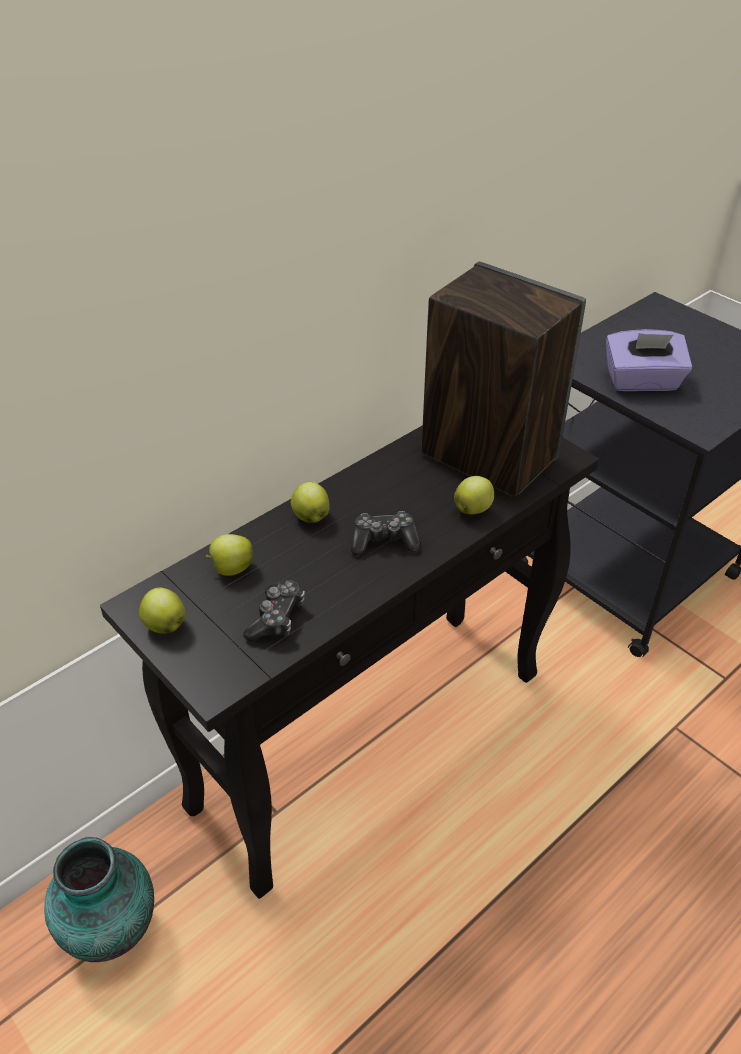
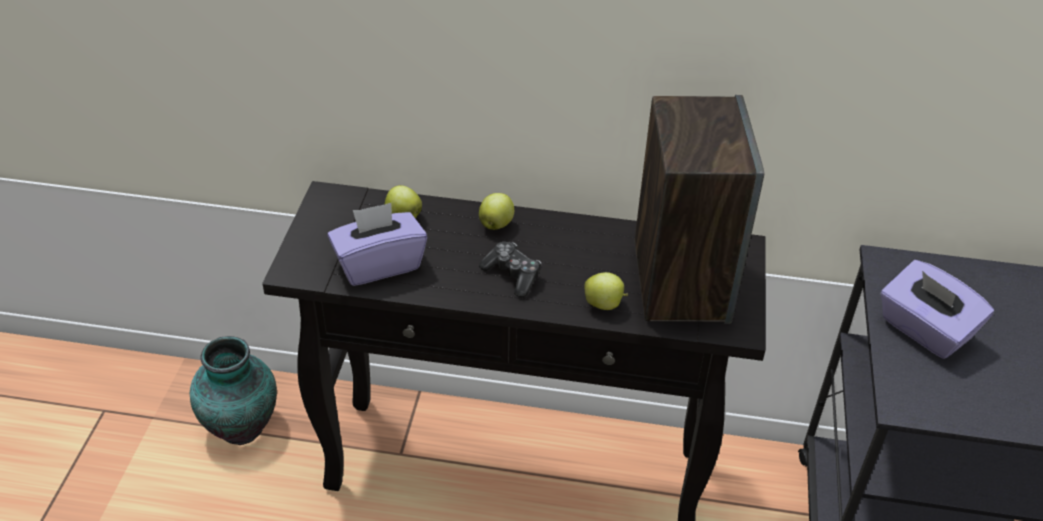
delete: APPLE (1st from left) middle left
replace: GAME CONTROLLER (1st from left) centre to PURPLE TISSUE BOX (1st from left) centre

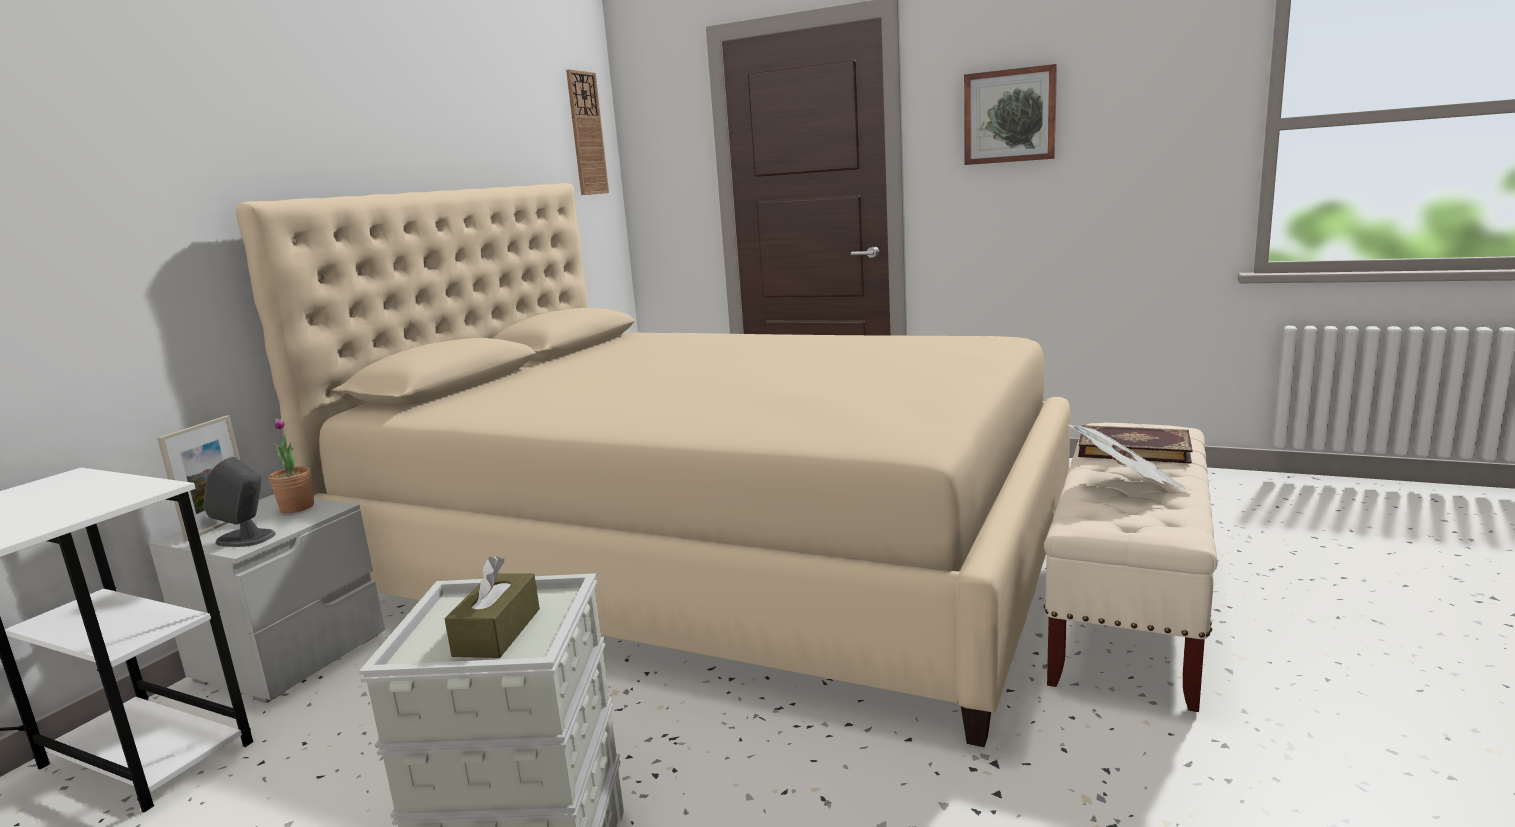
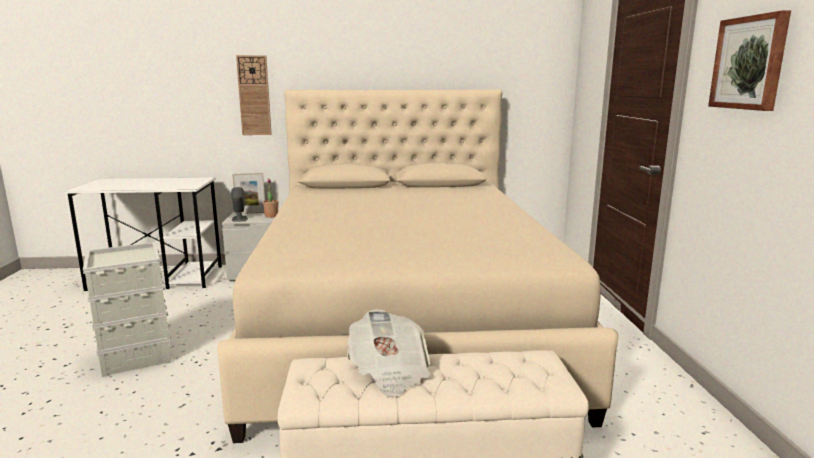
delete: BROWN TISSUE BOX bottom left; BOOK middle right
move: WALL CLOCK top centre to top left

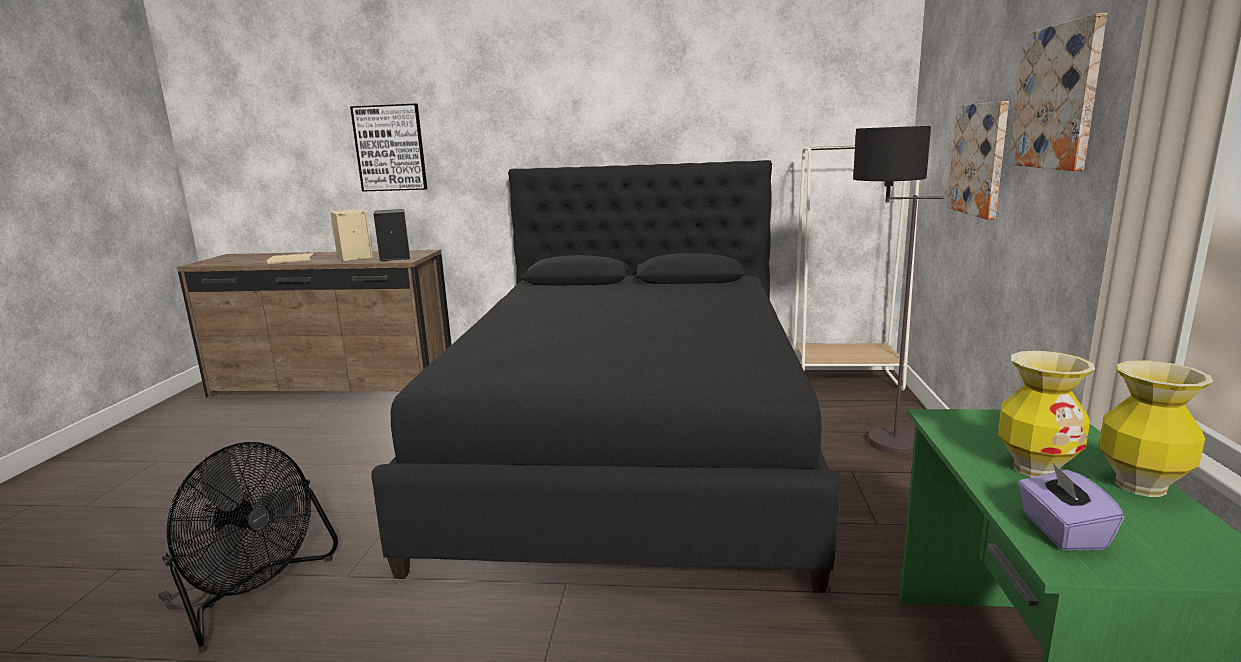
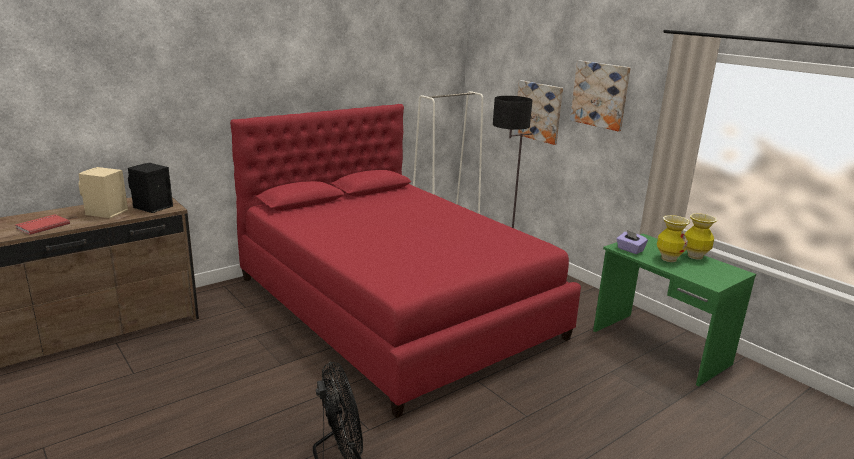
delete: PICTURE (1st from left) top left
move: PURPLE TISSUE BOX bottom right to middle right
recolor: BEIGE BOOK middle left to RED BOOK middle left; BLACK BED centre to RED BED centre

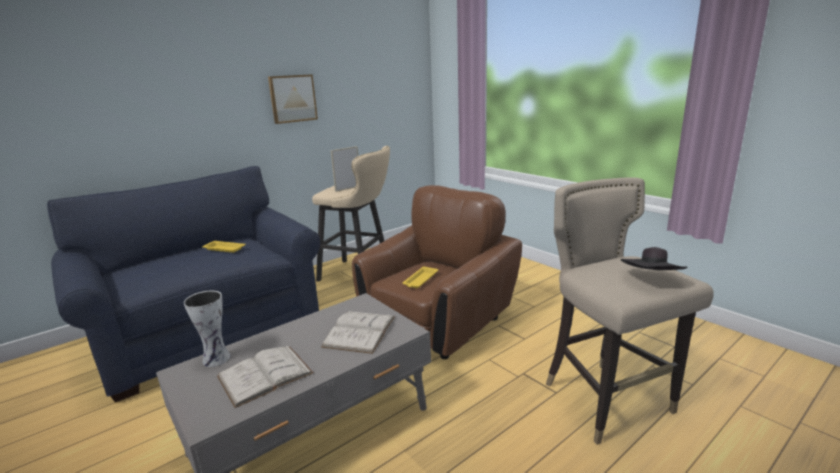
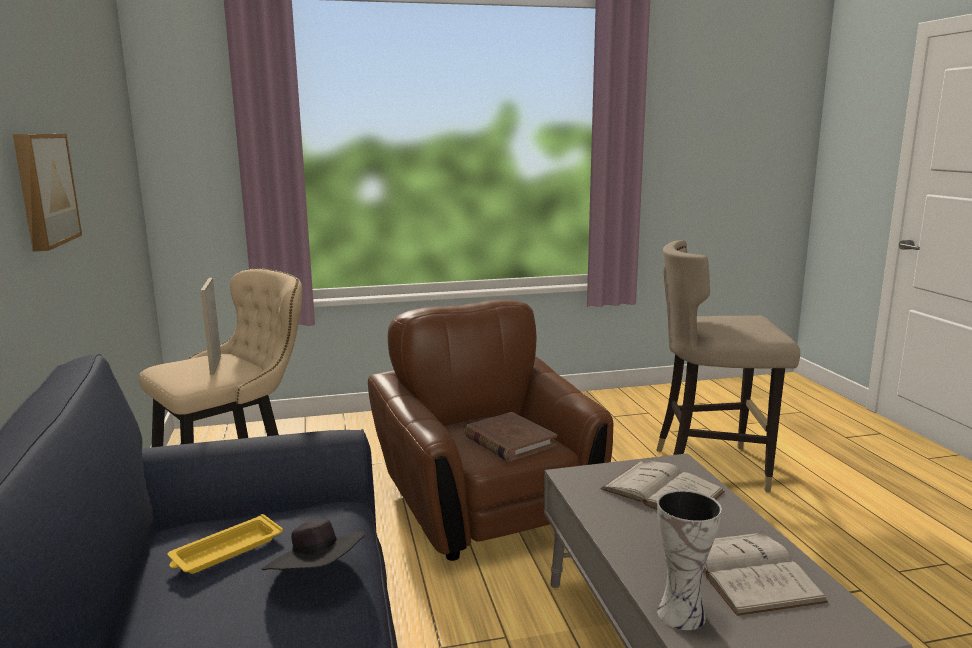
move: BLACK HAT middle right to bottom left
replace: YELLOW TRAY (2nd from left) centre to BROWN BOOK bottom centre

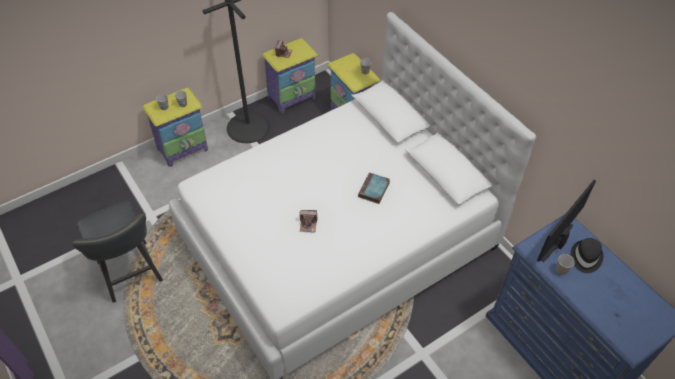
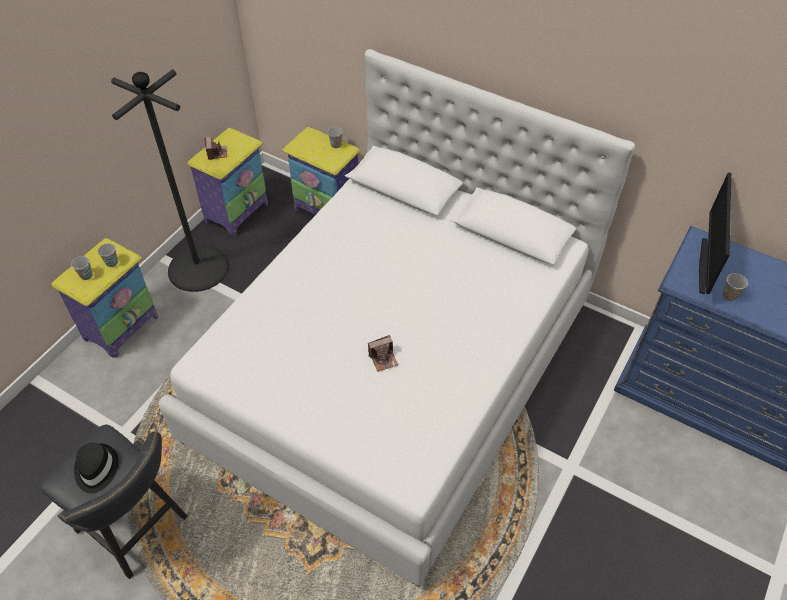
delete: BOOK centre
move: BLACK HAT bottom right to bottom left

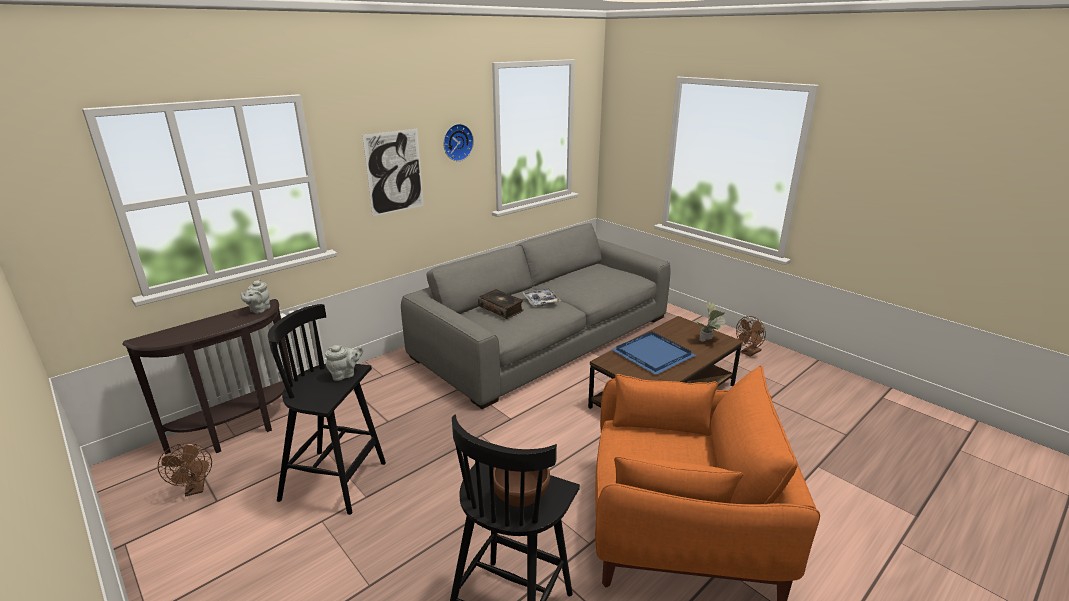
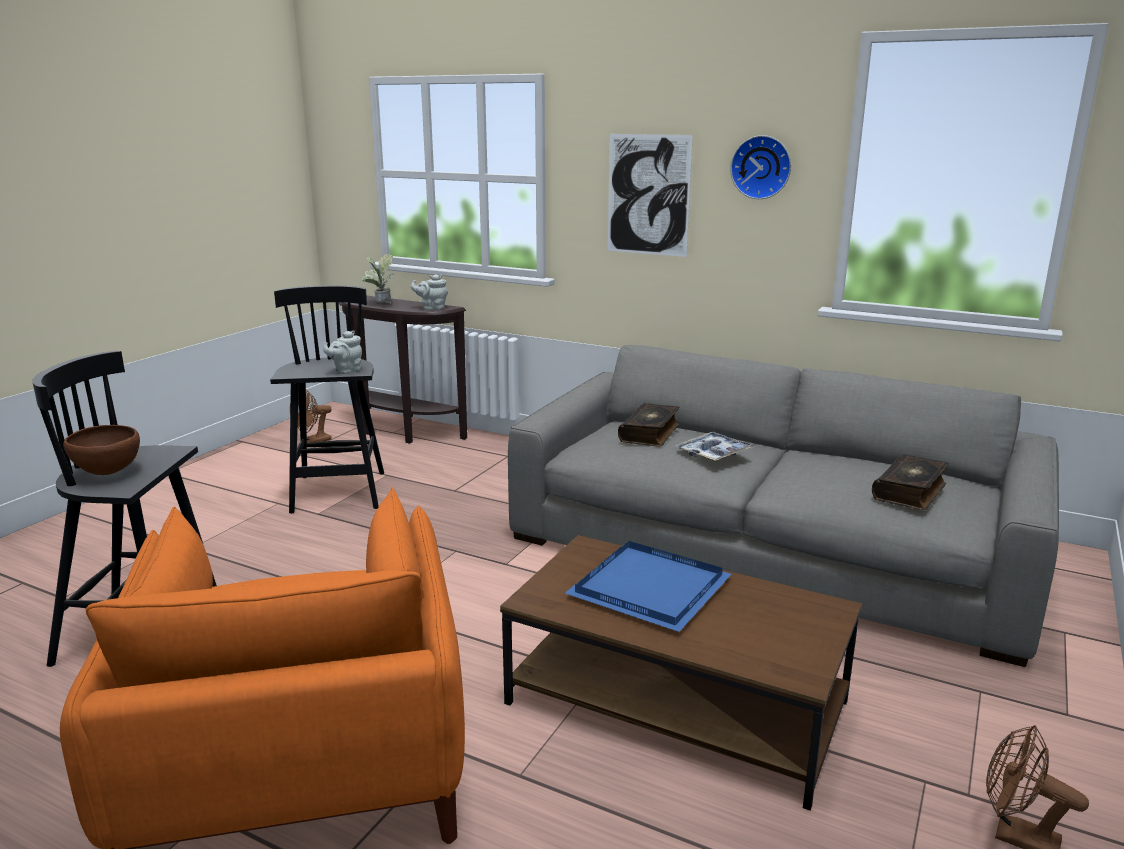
insert: BOOK (2nd from left) middle right
move: POTTED PLANT centre to top centre
rotate: GREY TEAPOT (2nd from left in the first image) middle left = middle left 90 degrees clockwise

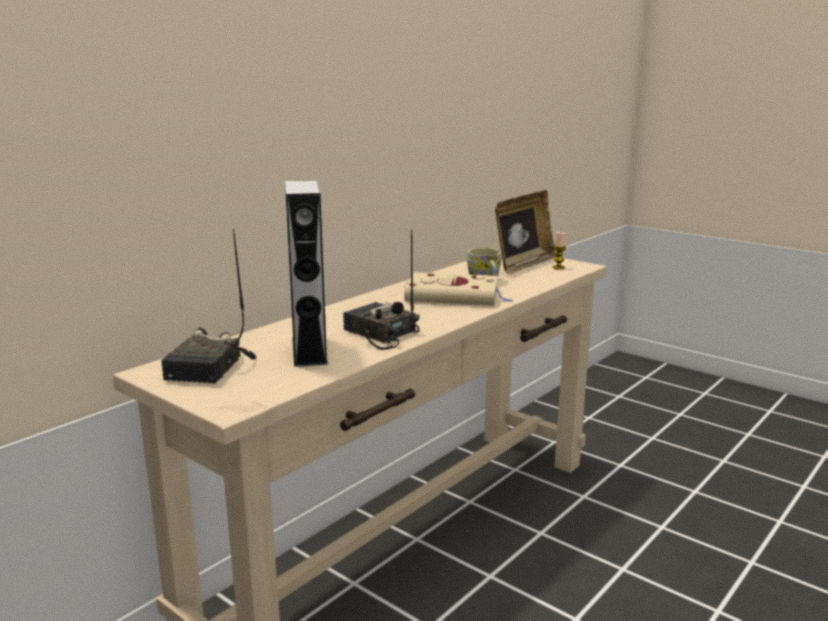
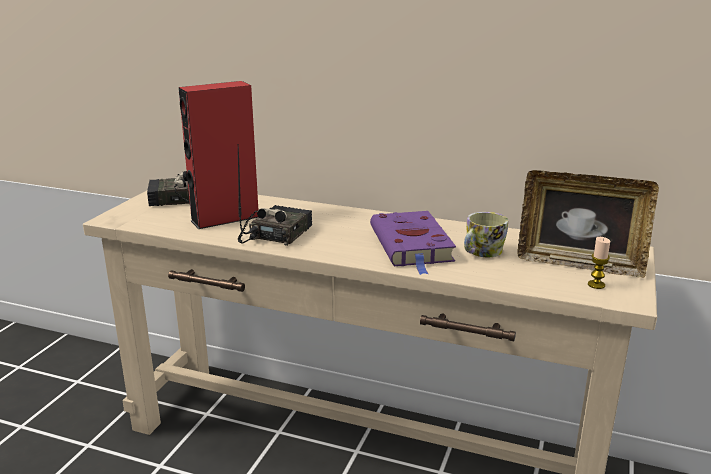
recolor: GREY SPEAKER centre to RED SPEAKER top left; BEIGE BOOK centre to PURPLE BOOK centre

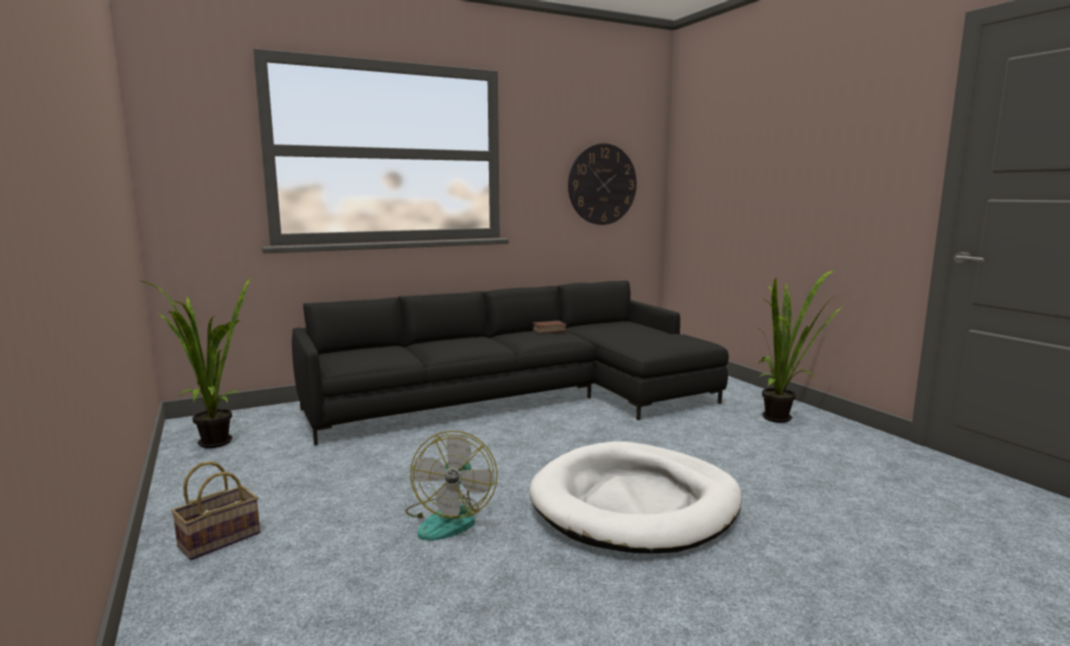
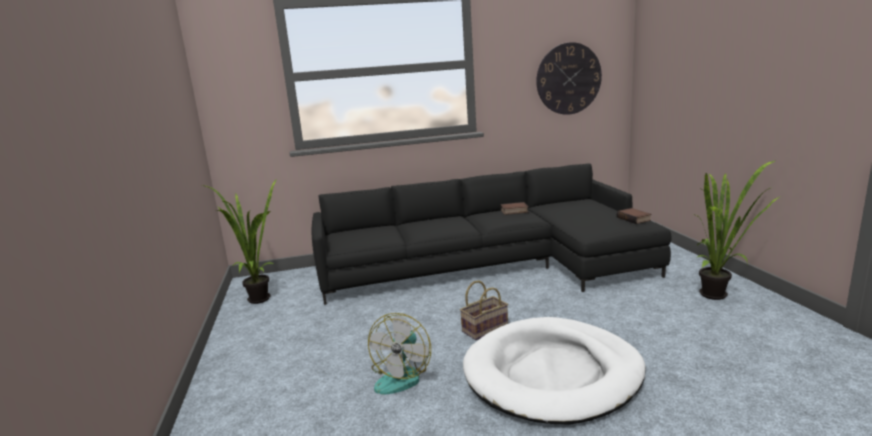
insert: BOOK (2nd from left) middle right
move: BASKET bottom left to bottom centre

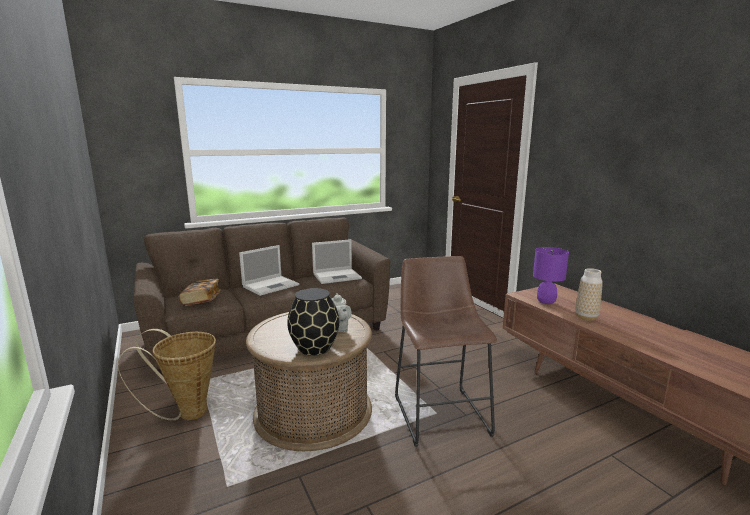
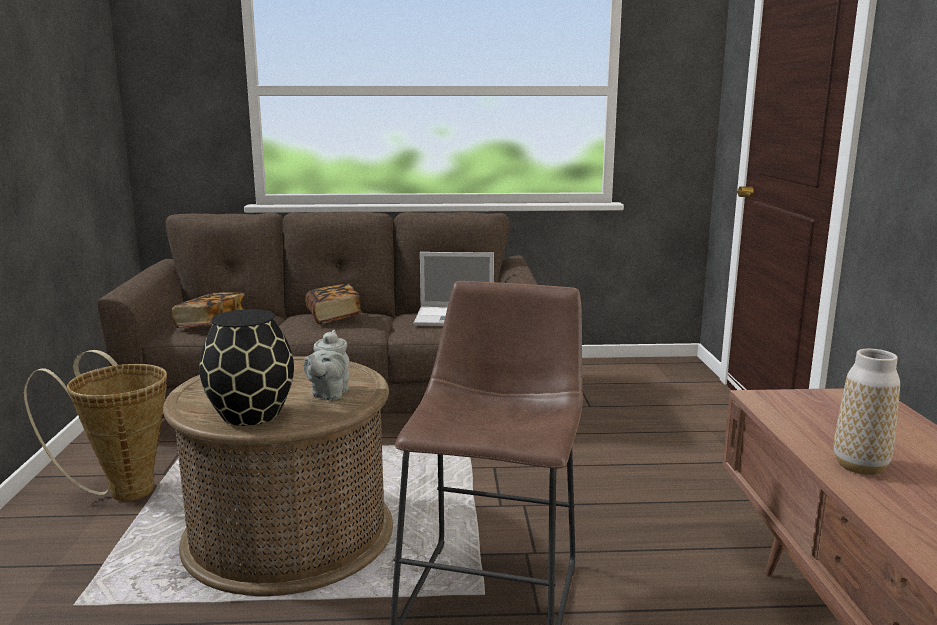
delete: PURPLE TABLE LAMP middle right
replace: LAPTOP (1st from left) centre to BOOK (2nd from left) centre

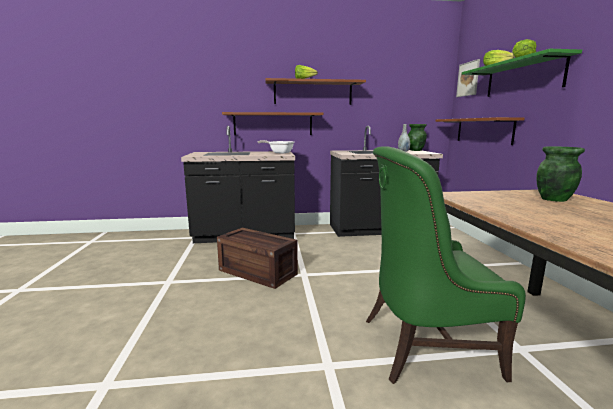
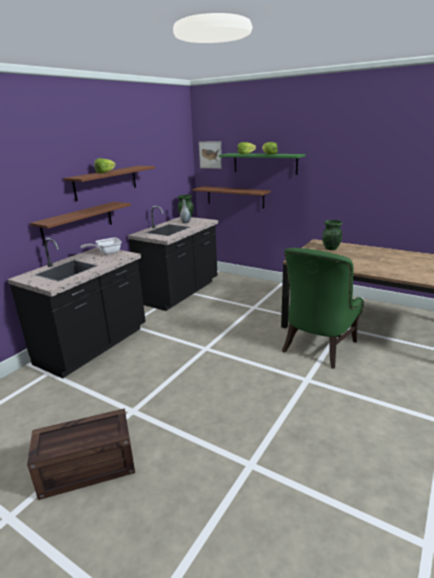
move: CRATE centre to bottom left

